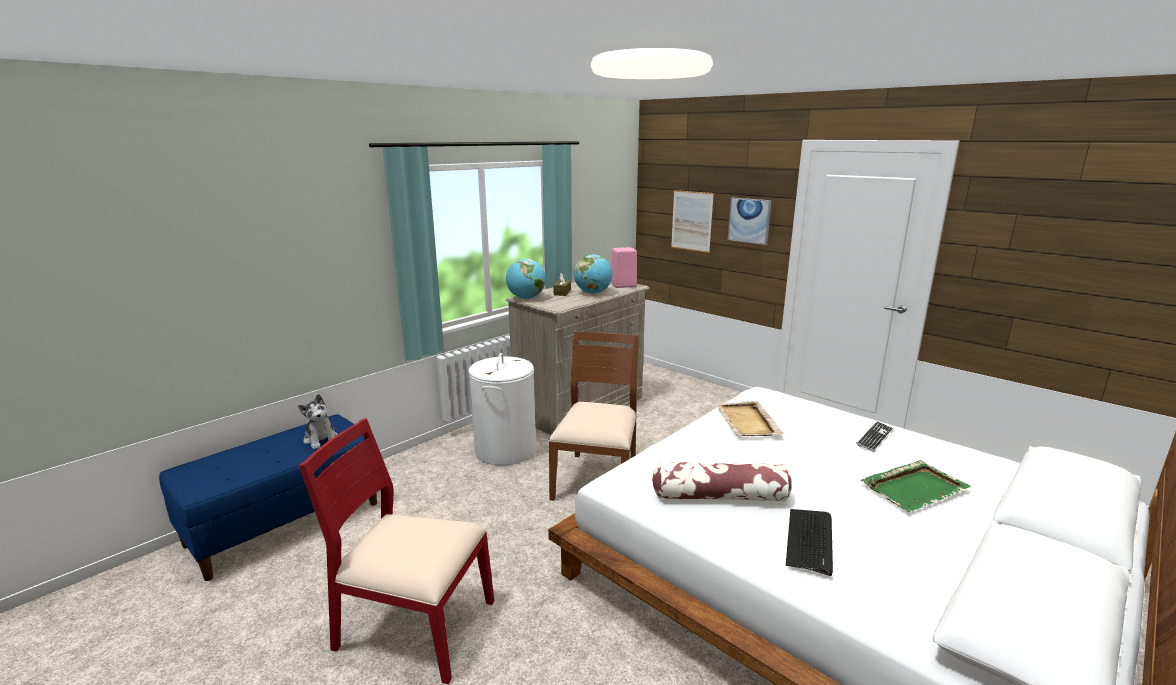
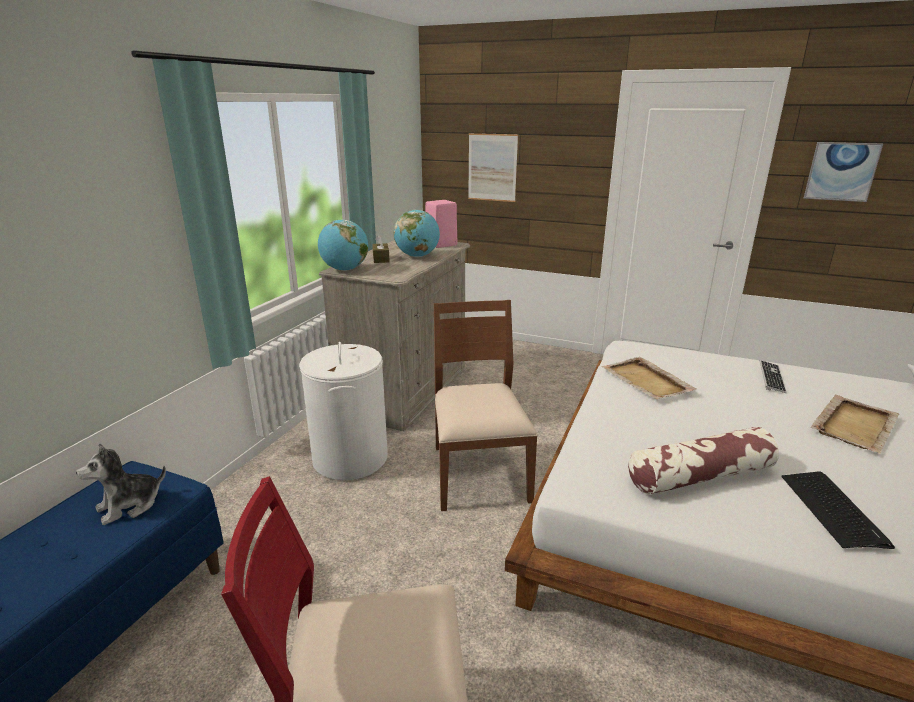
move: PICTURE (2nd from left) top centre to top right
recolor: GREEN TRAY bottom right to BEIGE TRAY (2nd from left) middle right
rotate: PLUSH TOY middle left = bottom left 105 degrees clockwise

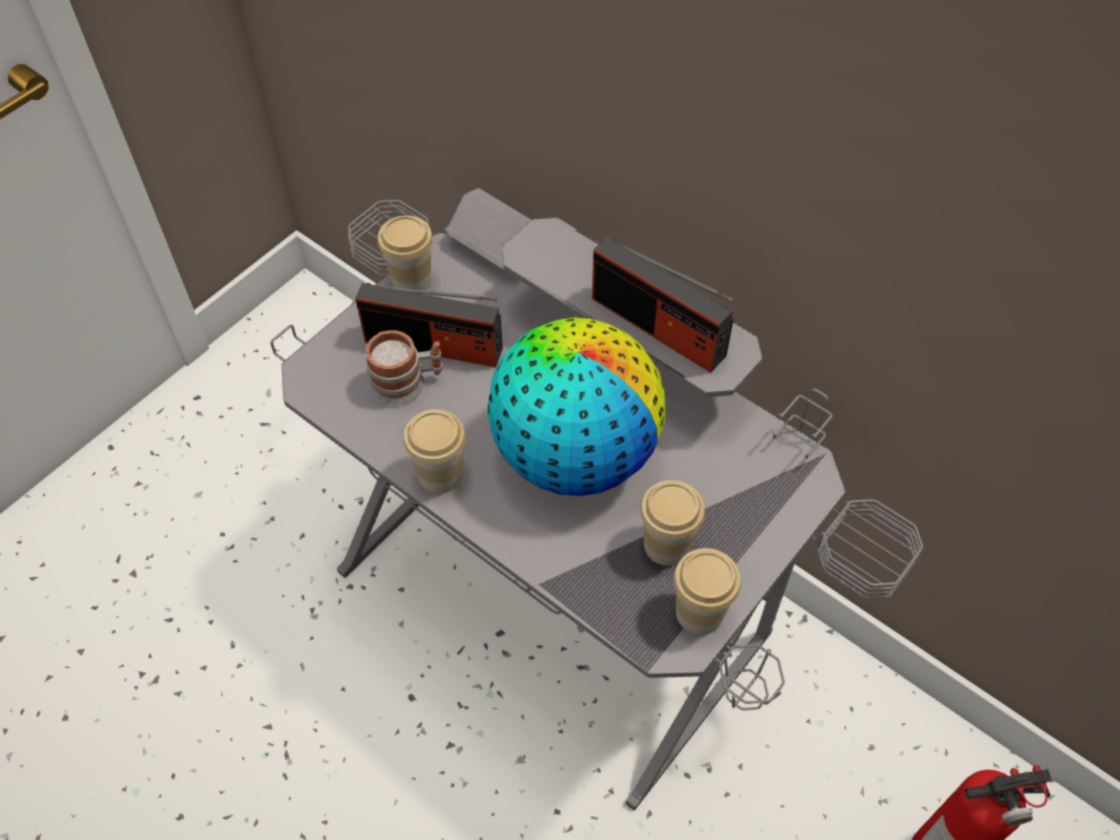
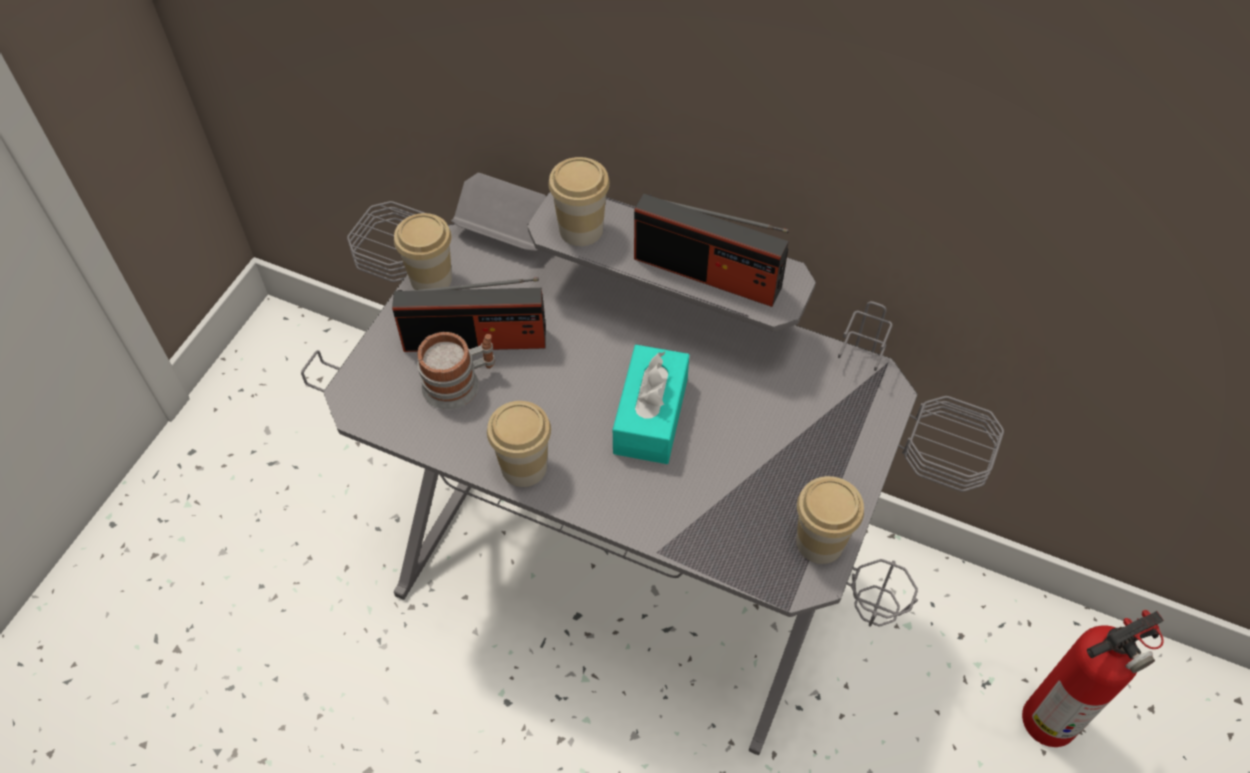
move: CUP (3rd from left) centre to top centre
replace: GLOBE centre to TURQUOISE TISSUE BOX centre

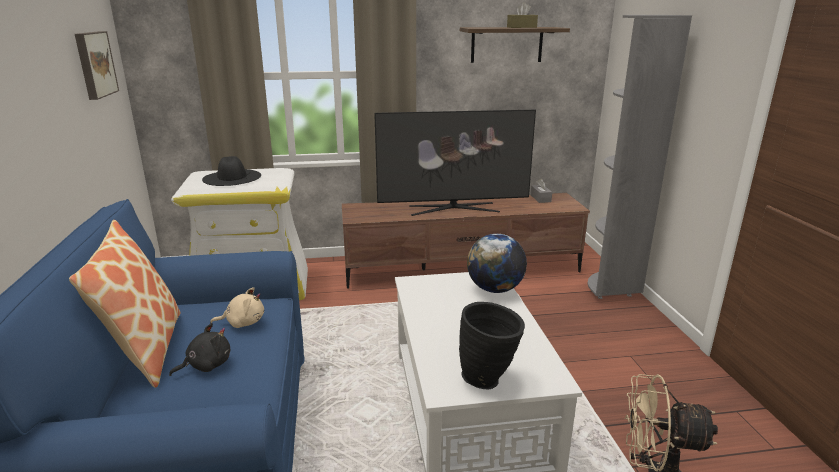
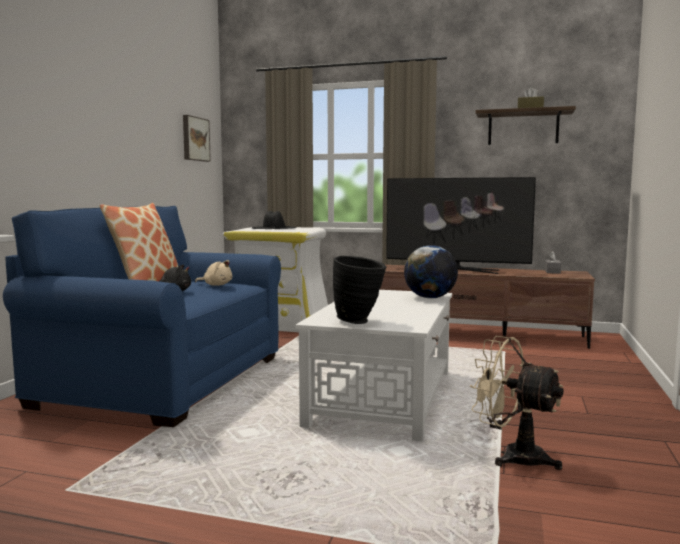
delete: GREY BOOKCASE top right

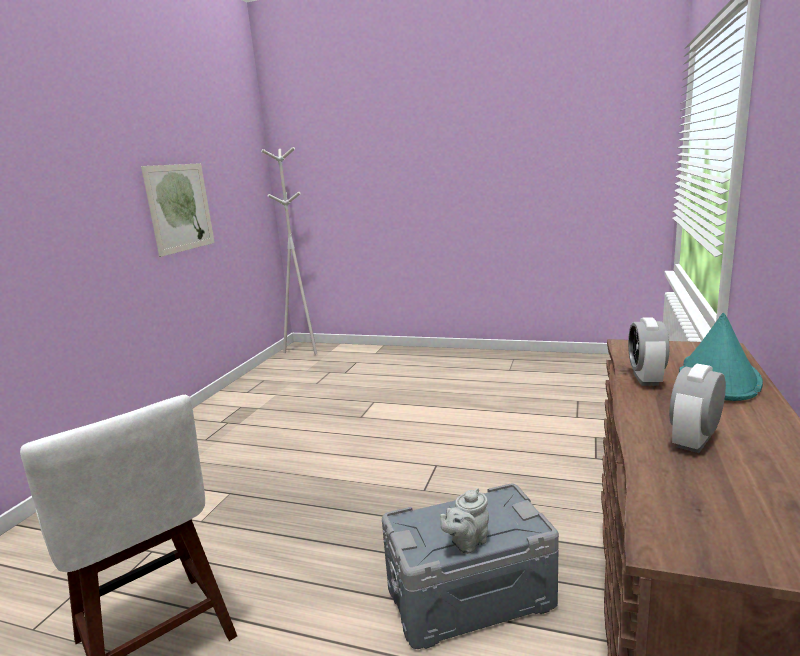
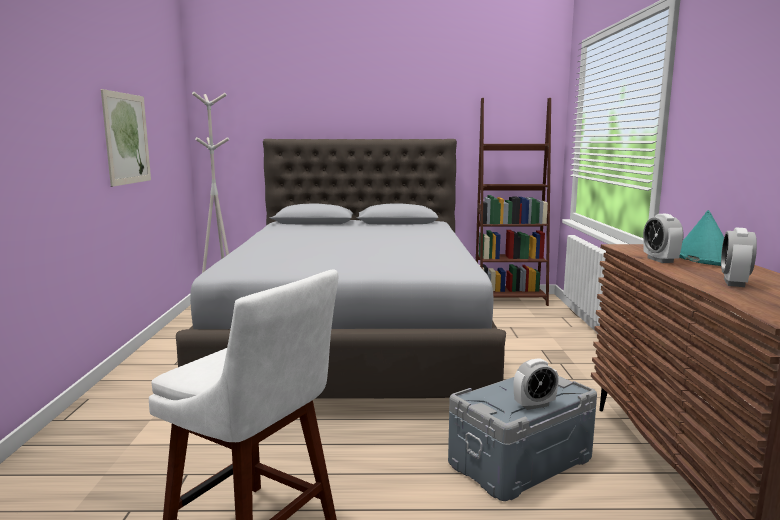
insert: GREY BED centre; BROWN BOOKCASE centre
replace: GREY TEAPOT bottom centre to ALARM CLOCK (1st from left) bottom right

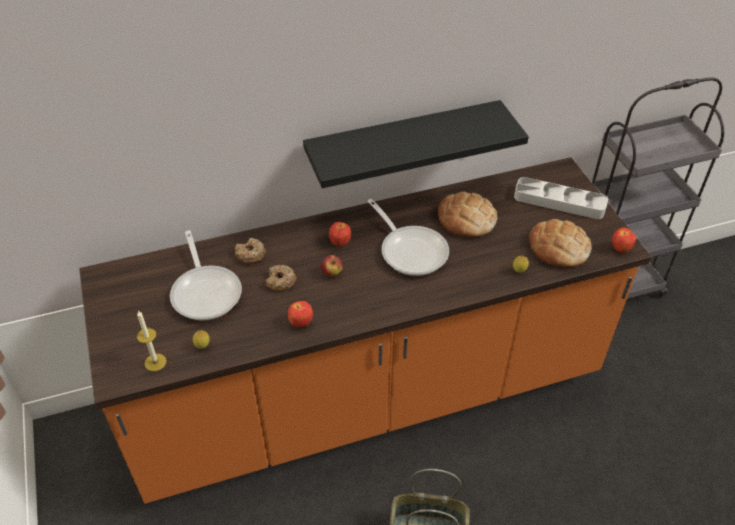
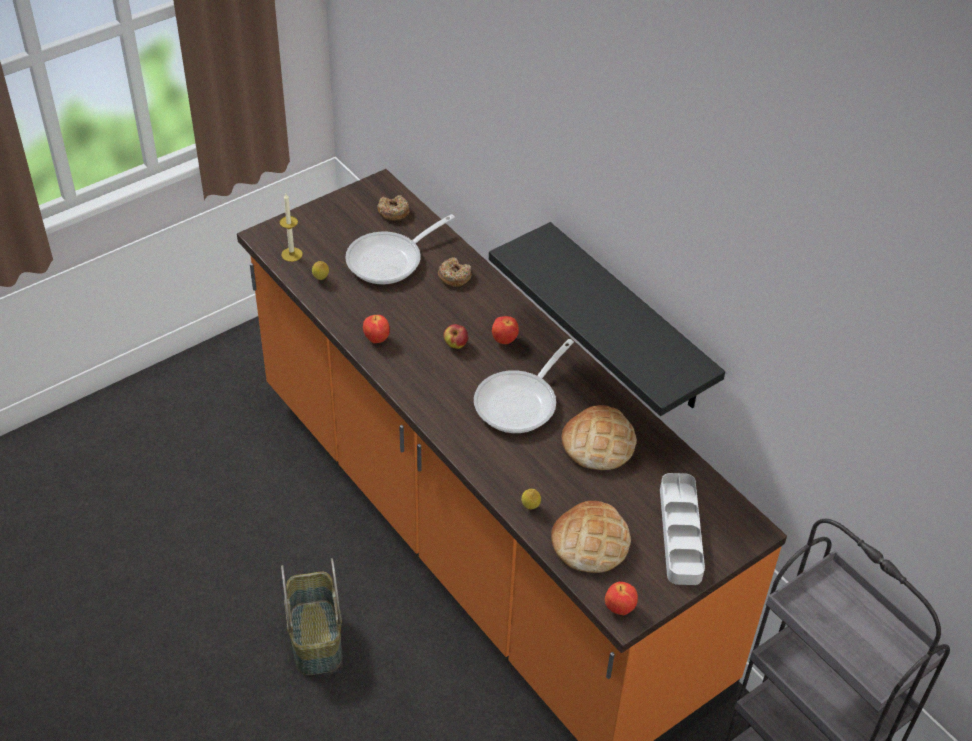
move: DONUT (2nd from left in the first image) centre to DONUT (1st from left) top centre

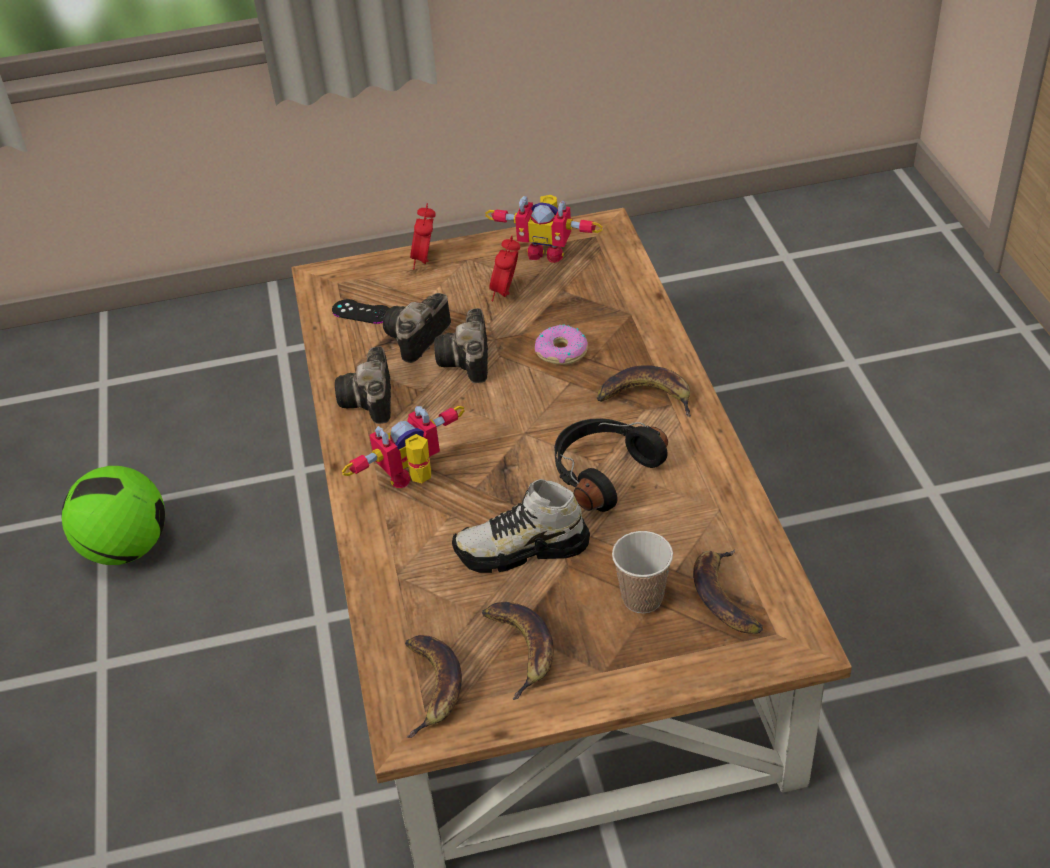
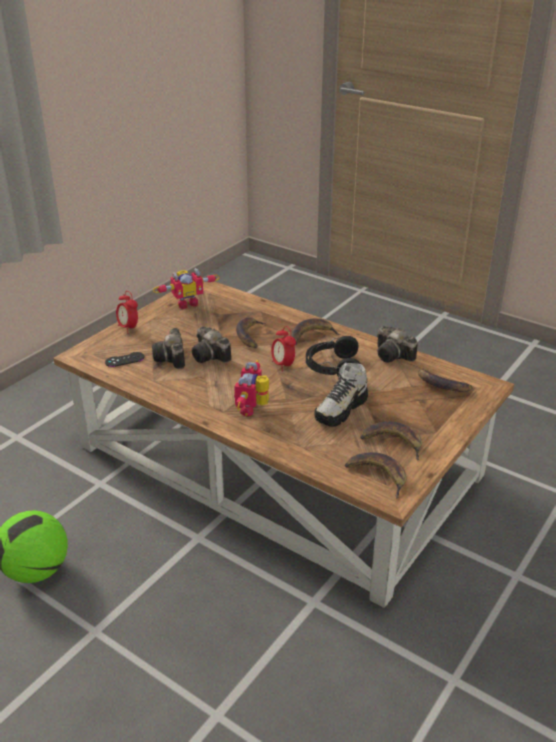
delete: CUP centre
move: ALARM CLOCK (2nd from left) top centre to centre; PHOTO CAMERA (1st from left in the first image) centre to PHOTO CAMERA (3rd from left) middle right
replace: DONUT centre to BANANA (1st from left) centre

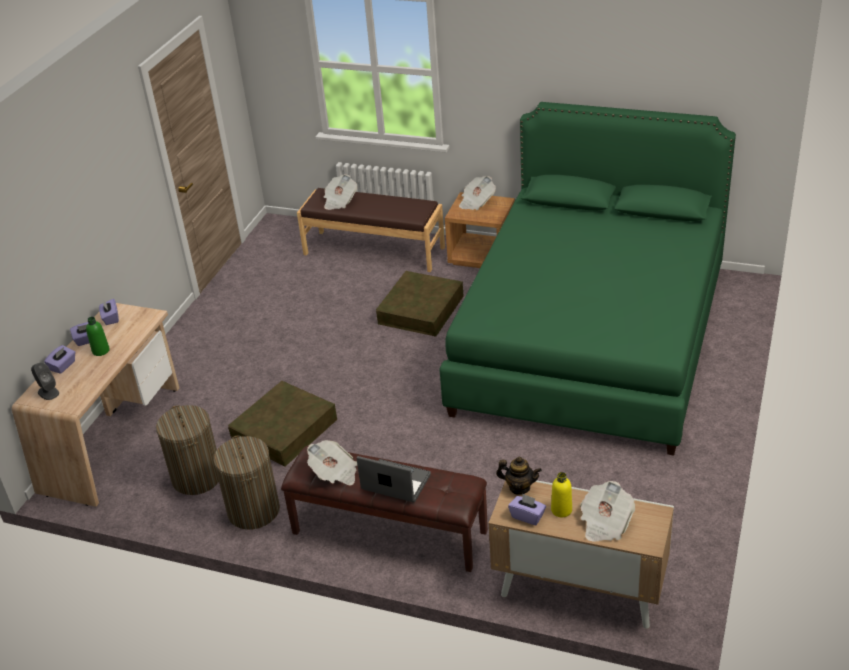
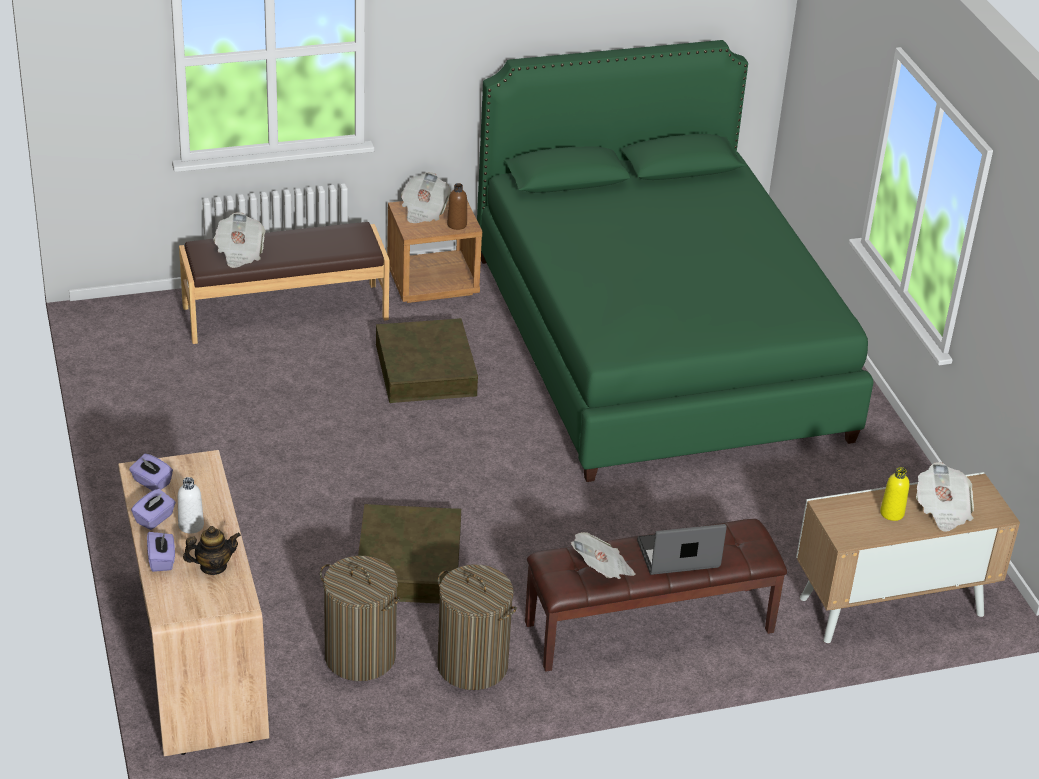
delete: GREY SPEAKER middle left; PURPLE TISSUE BOX (4th from left) bottom centre
insert: BROWN BOTTLE top centre
move: TEAPOT bottom centre to bottom left
recolor: GREEN BOTTLE middle left to WHITE BOTTLE middle left

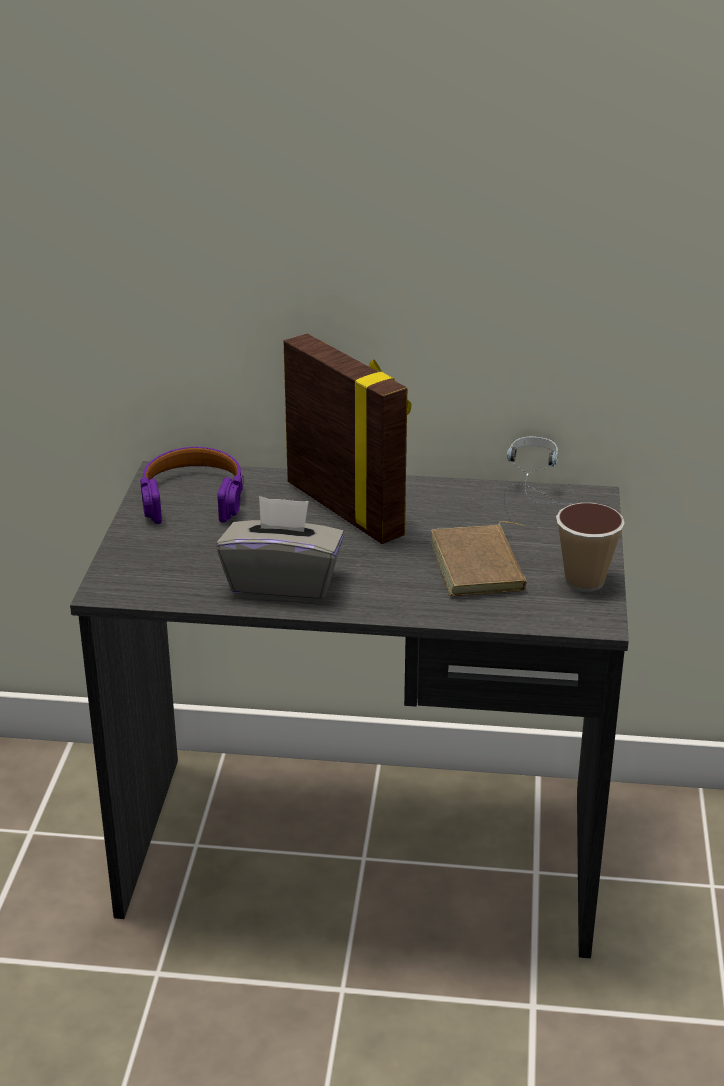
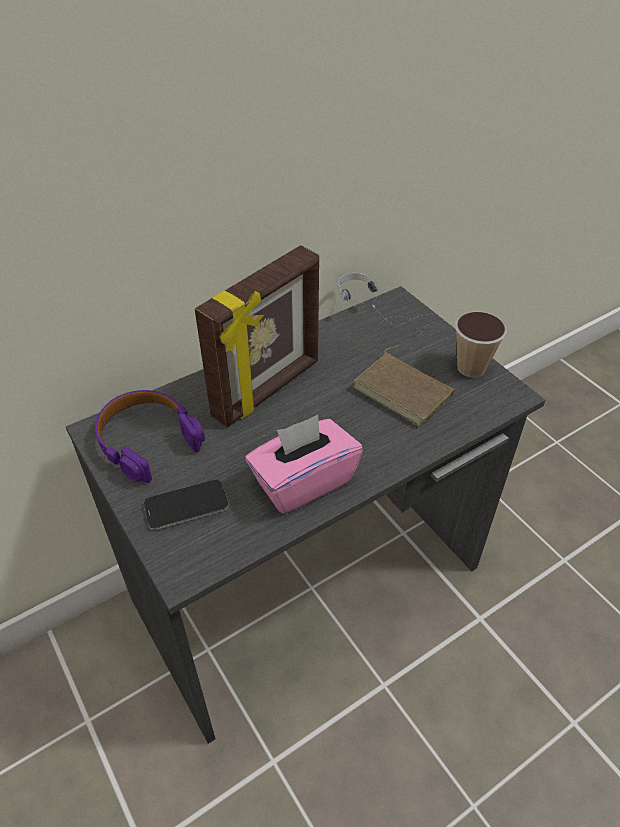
insert: PHONE middle left
recolor: GREY TISSUE BOX centre to PINK TISSUE BOX centre
rotate: PICTURE FRAME centre = centre 120 degrees clockwise

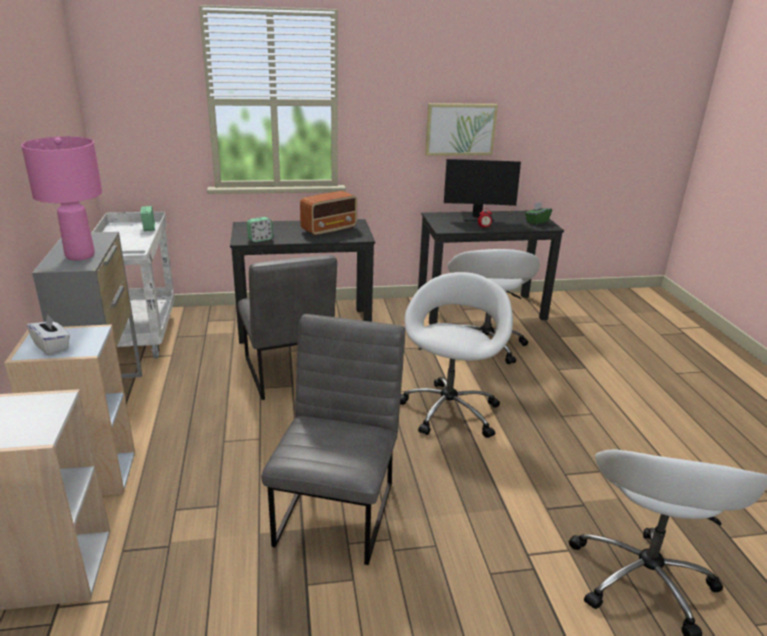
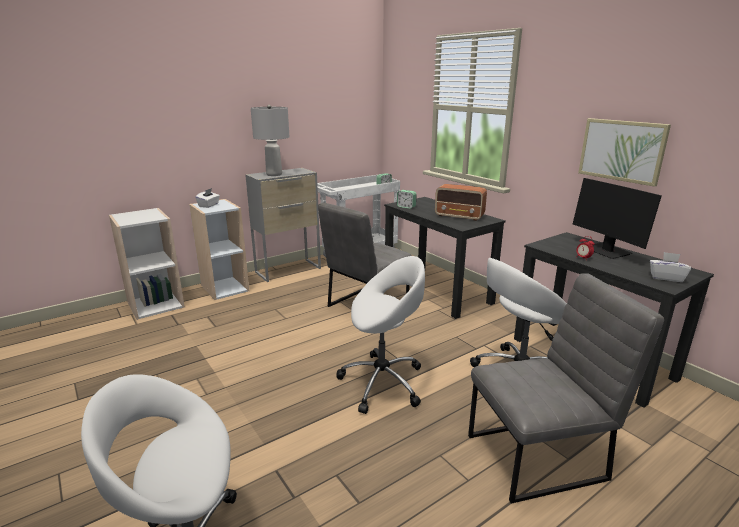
move: GREY CHAIR (2nd from left) bottom centre to bottom right
recolor: PINK TABLE LAMP top left to GREY TABLE LAMP top centre; GREEN TISSUE BOX middle right to WHITE TISSUE BOX (2nd from left) middle right

